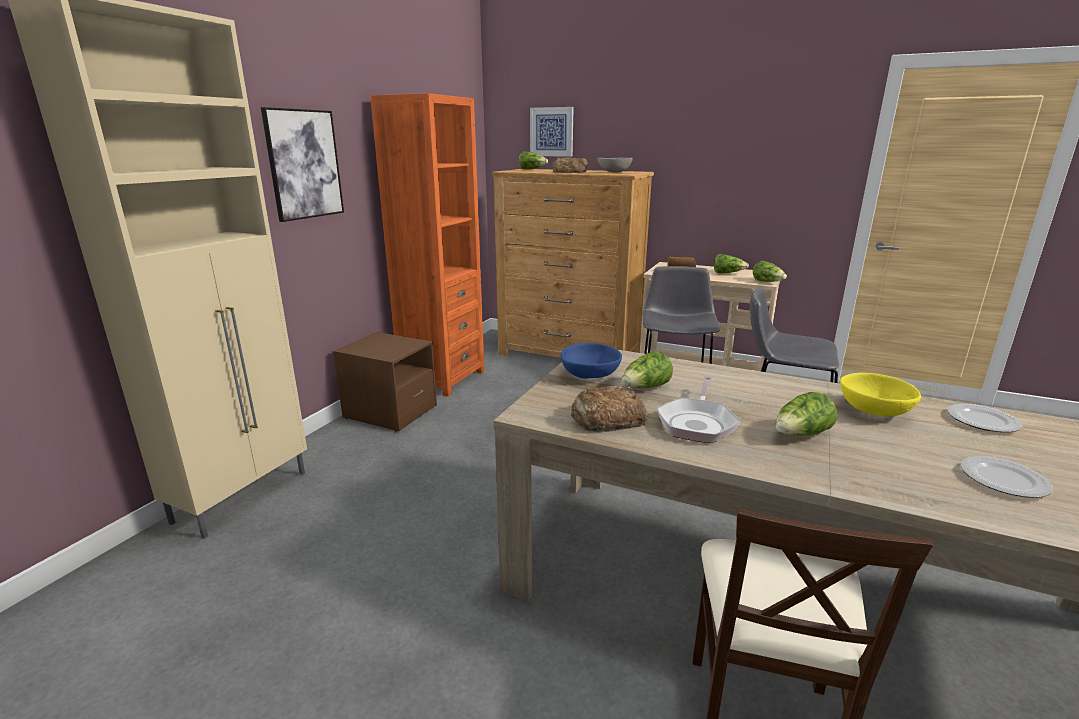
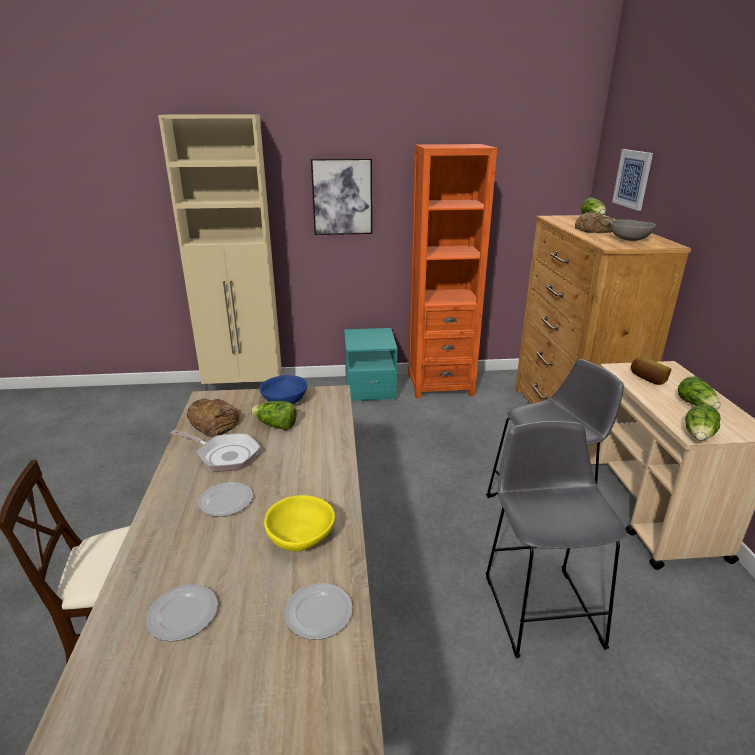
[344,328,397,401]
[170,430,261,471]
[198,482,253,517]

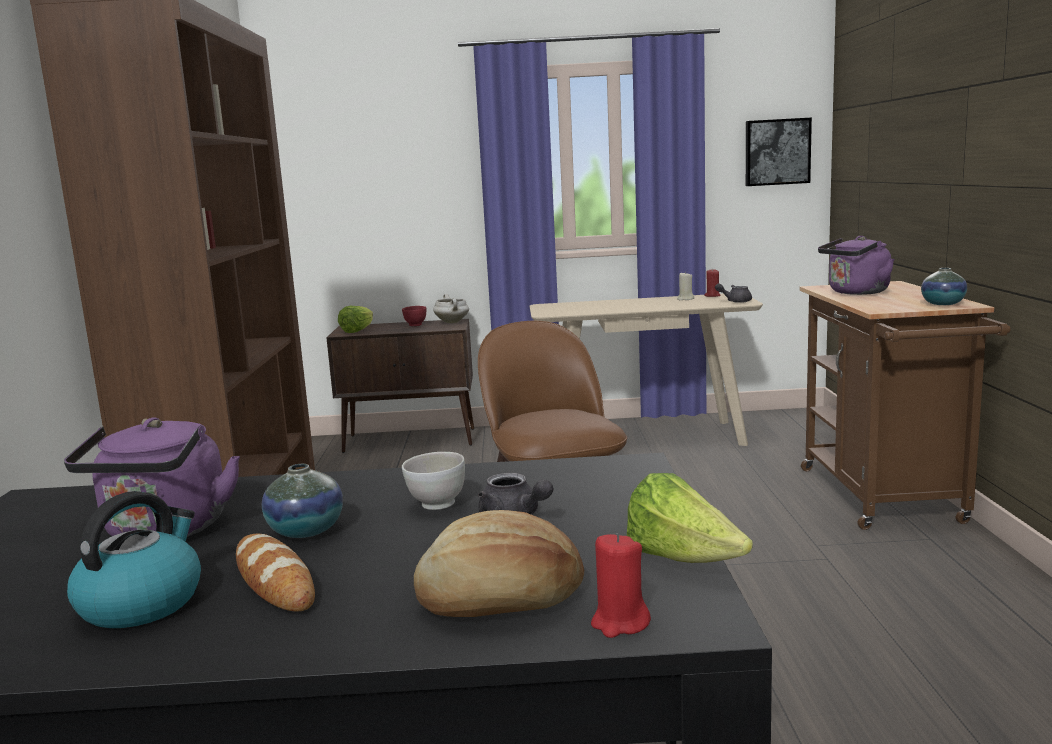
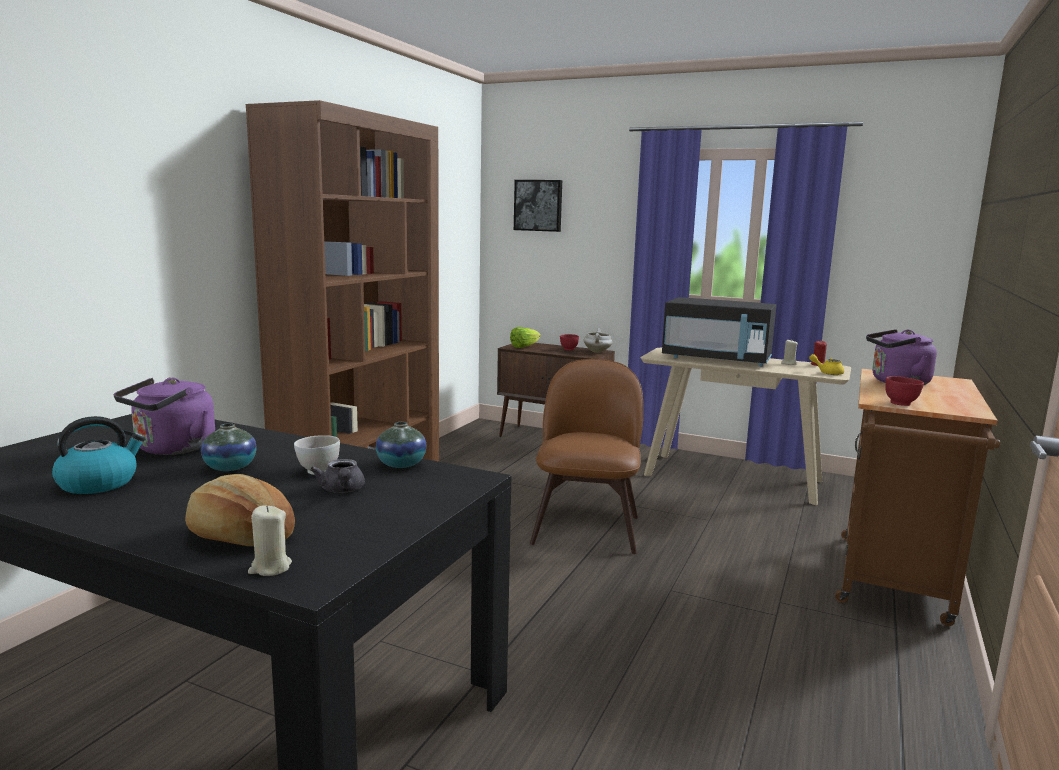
[514,180,562,232]
[376,422,426,468]
[809,354,844,375]
[627,473,753,563] (first image)
[248,505,292,576]
[236,534,315,612] (first image)
[662,297,776,367]
[885,376,924,406]

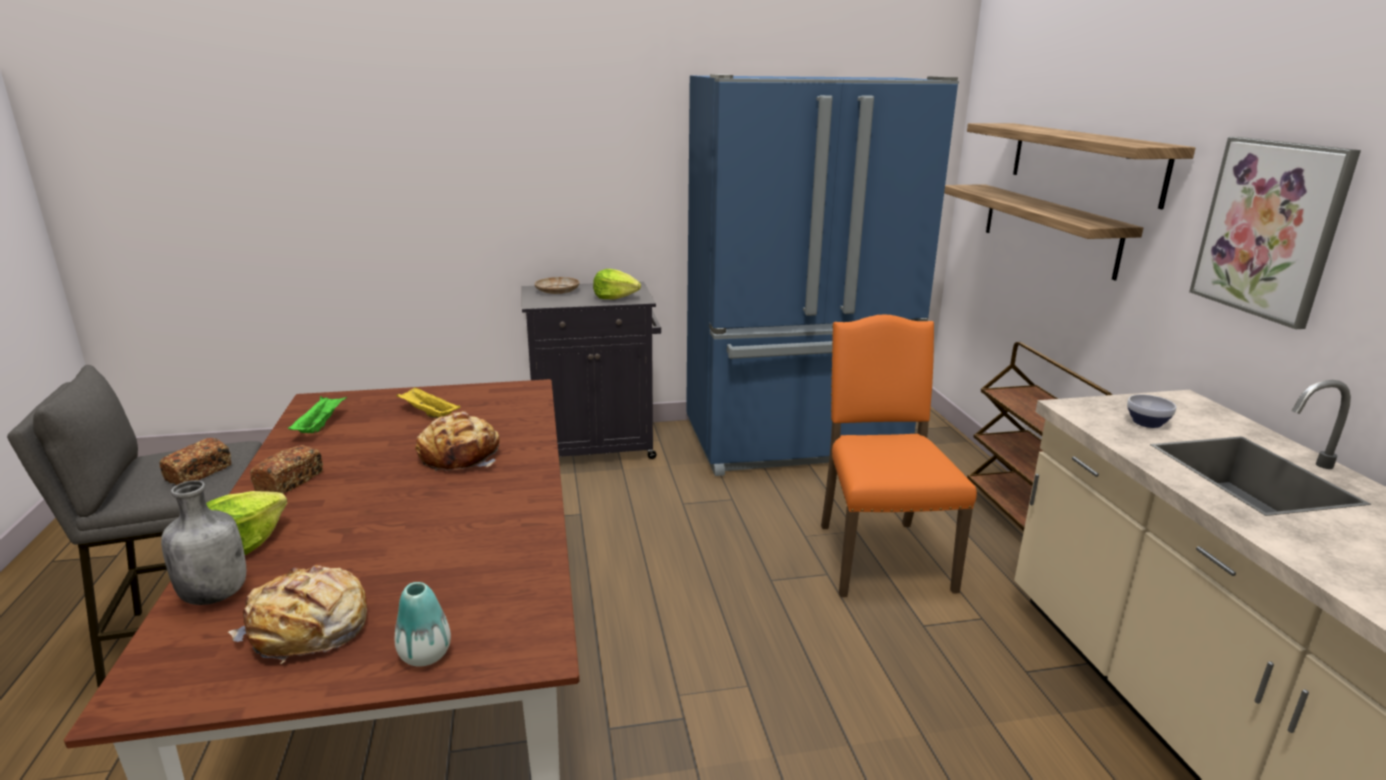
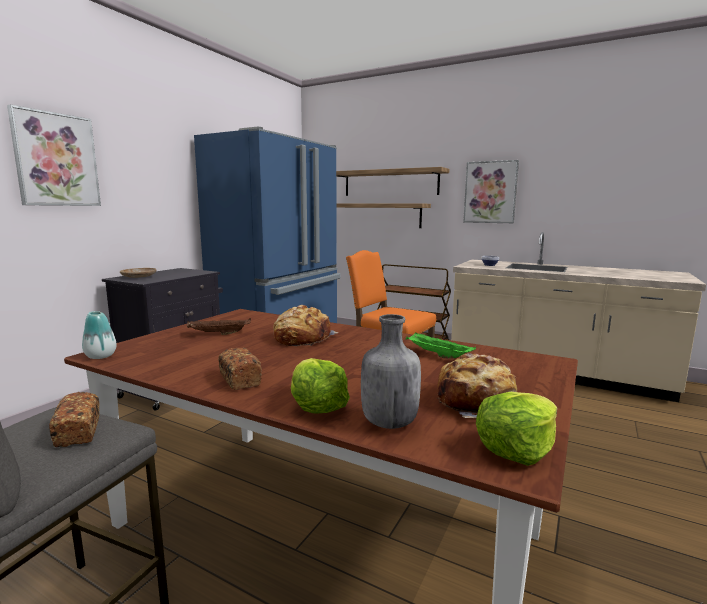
[476,392,557,466]
[187,318,251,335]
[406,333,476,359]
[82,311,116,359]
[7,104,101,206]

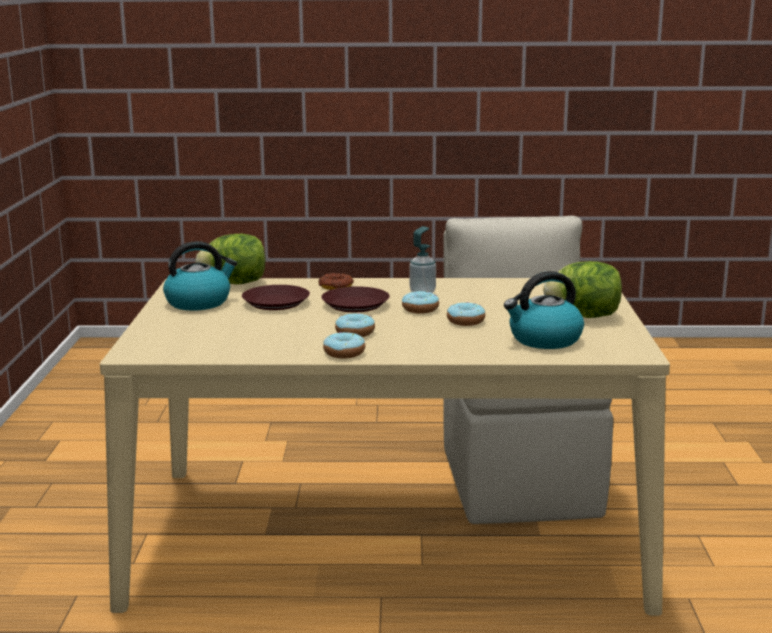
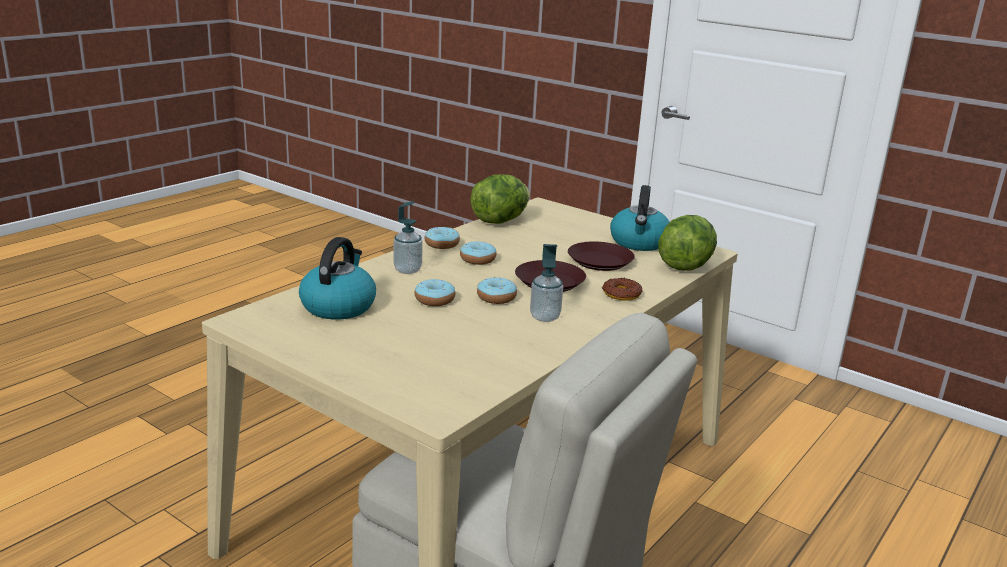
[470,175,530,224]
[393,201,423,274]

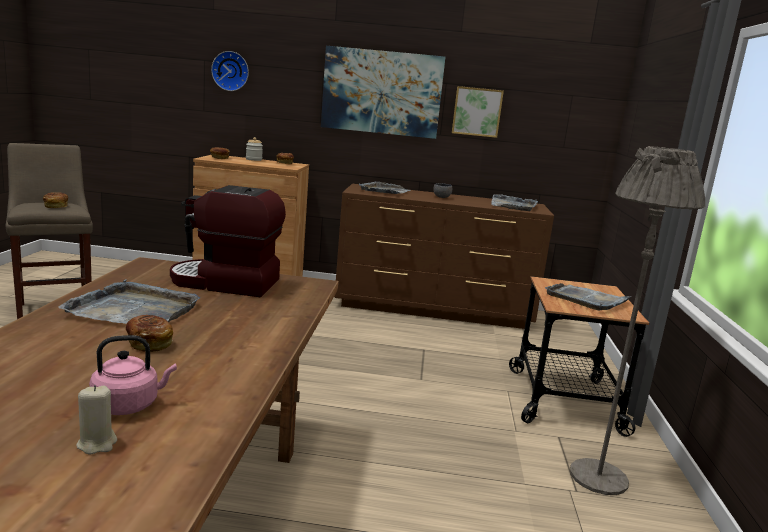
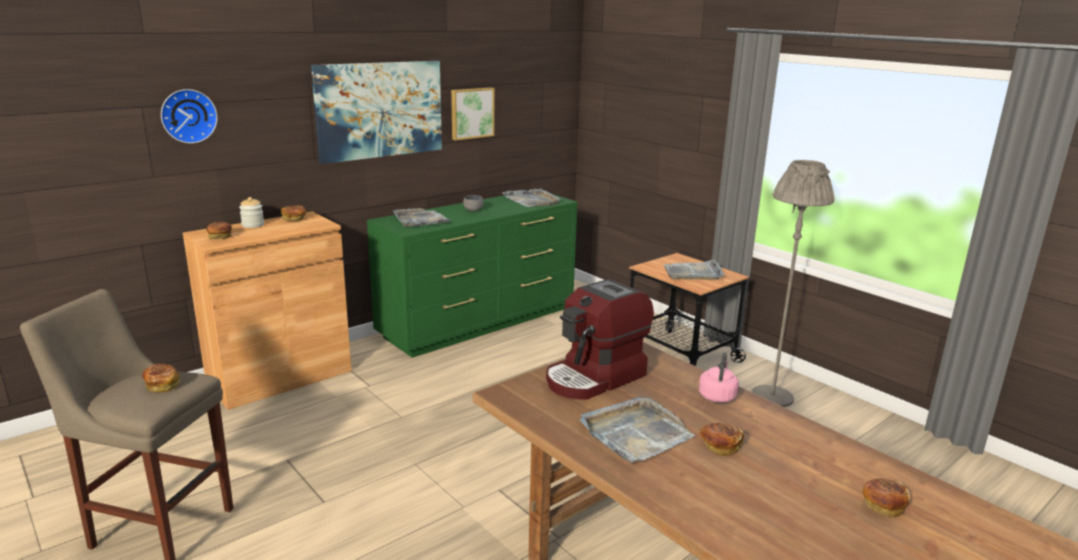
[367,194,578,358]
[699,352,739,403]
[862,478,911,518]

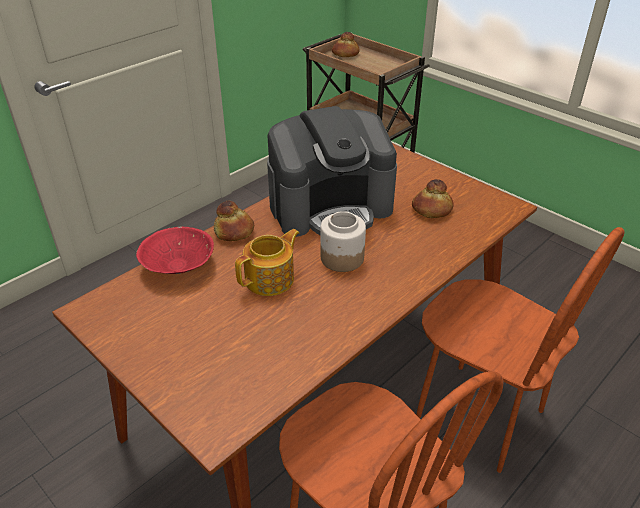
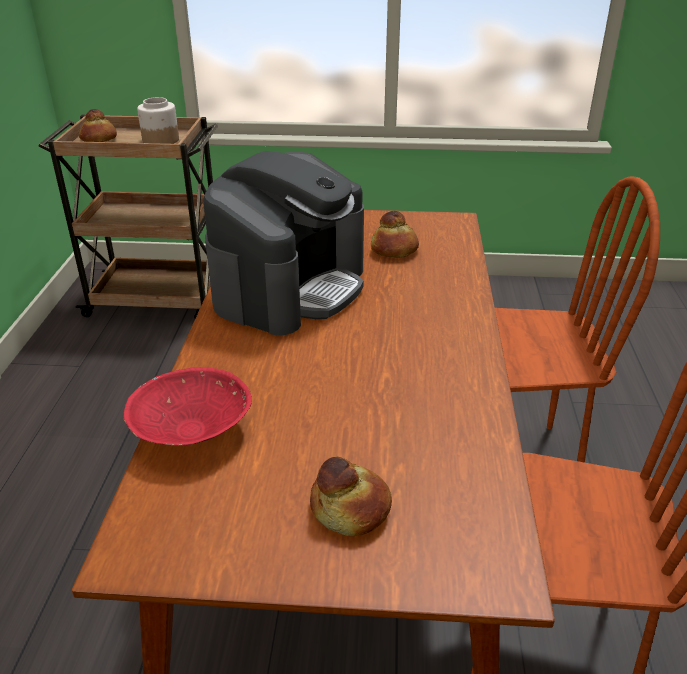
[310,457,392,536]
[137,97,179,144]
[235,229,299,296] (first image)

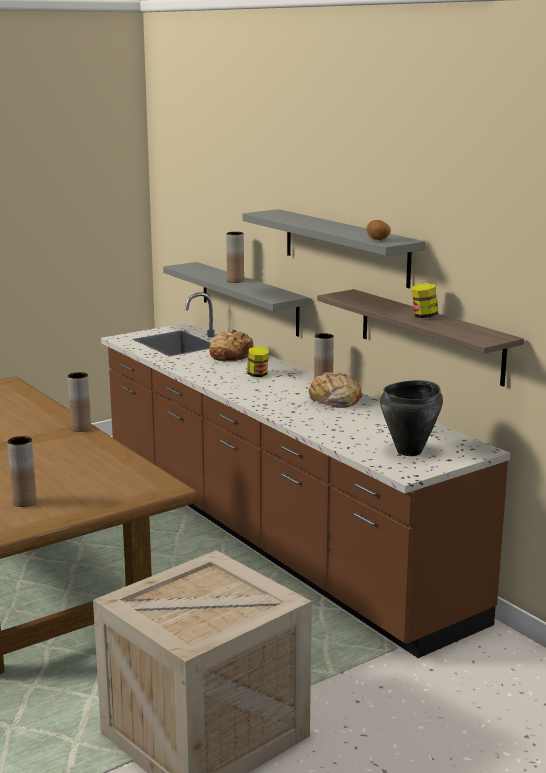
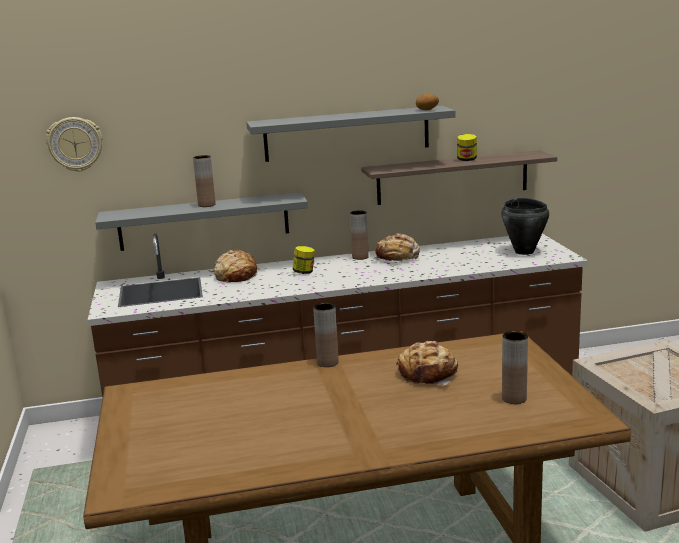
[46,117,103,172]
[396,341,458,386]

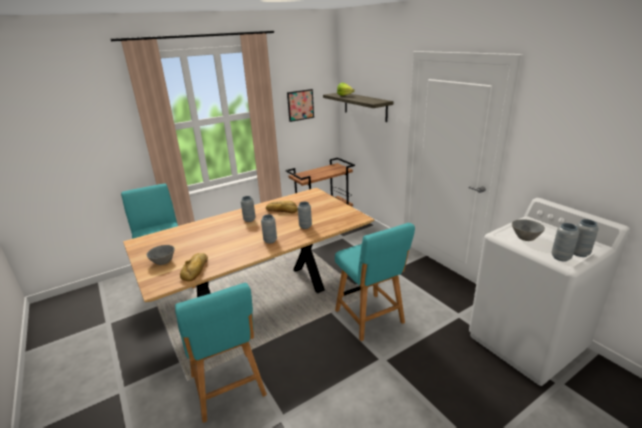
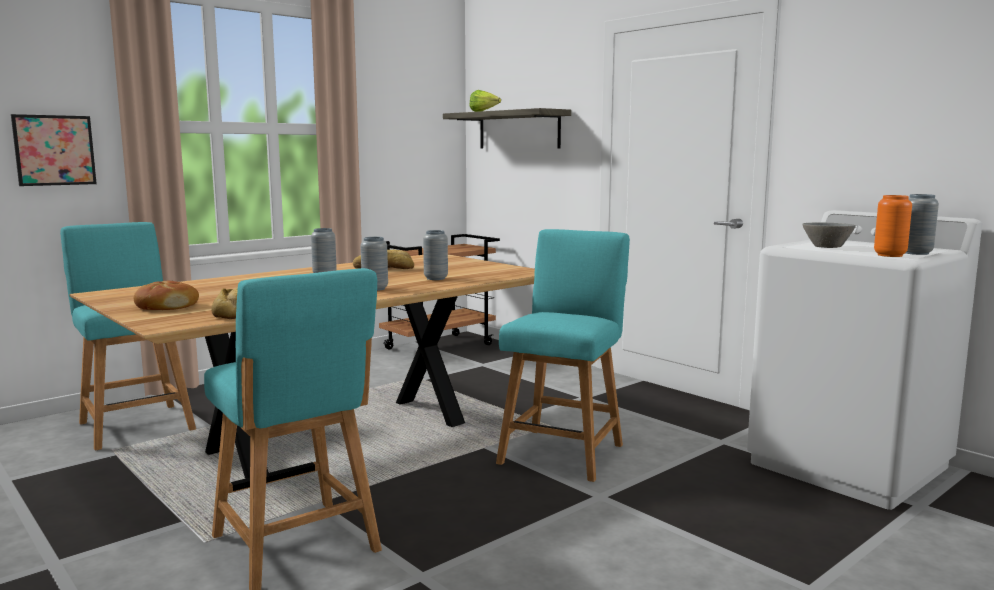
[11,114,97,186]
[496,229,630,482]
[874,195,912,257]
[134,281,199,310]

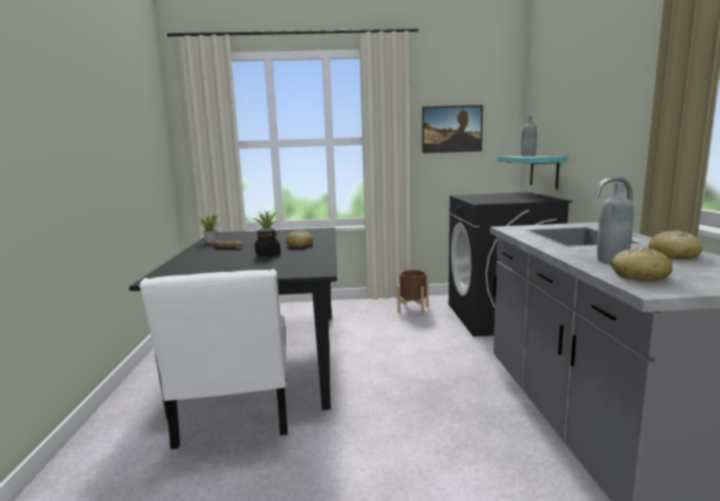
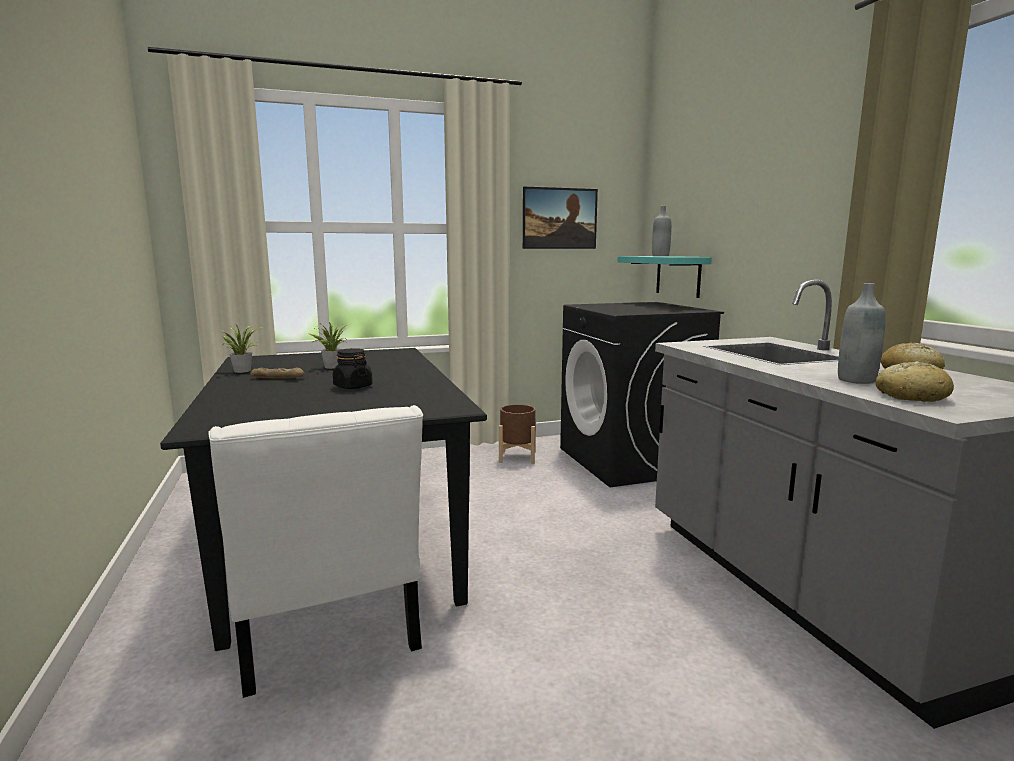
[286,230,313,247] (first image)

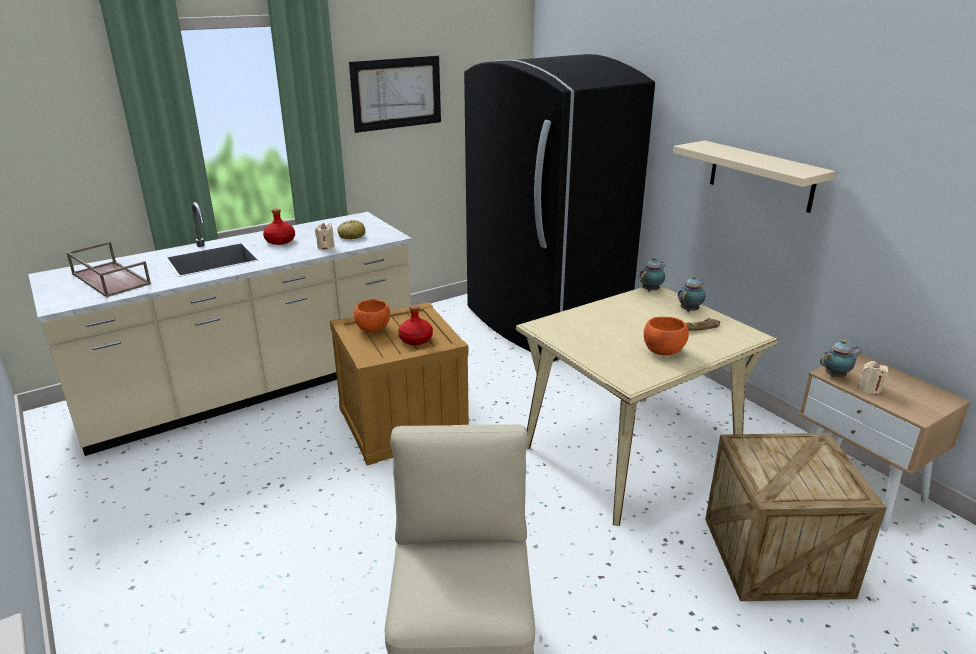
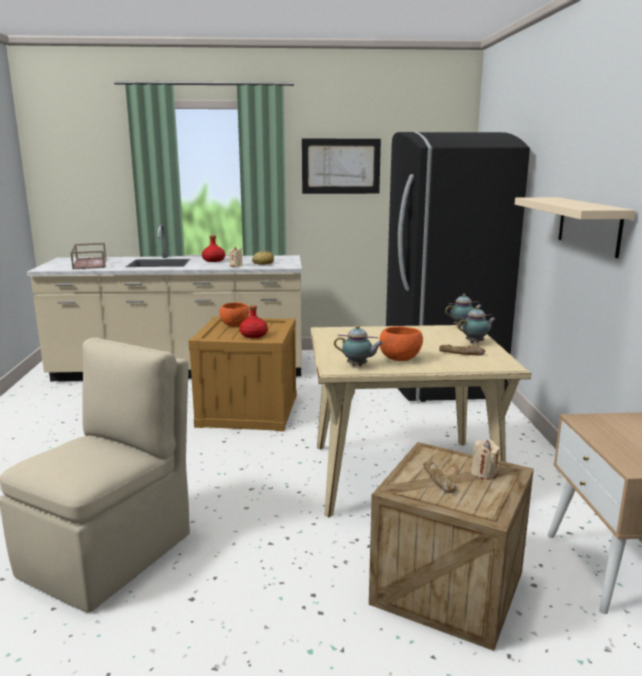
[334,325,384,366]
[471,440,500,479]
[423,460,456,493]

